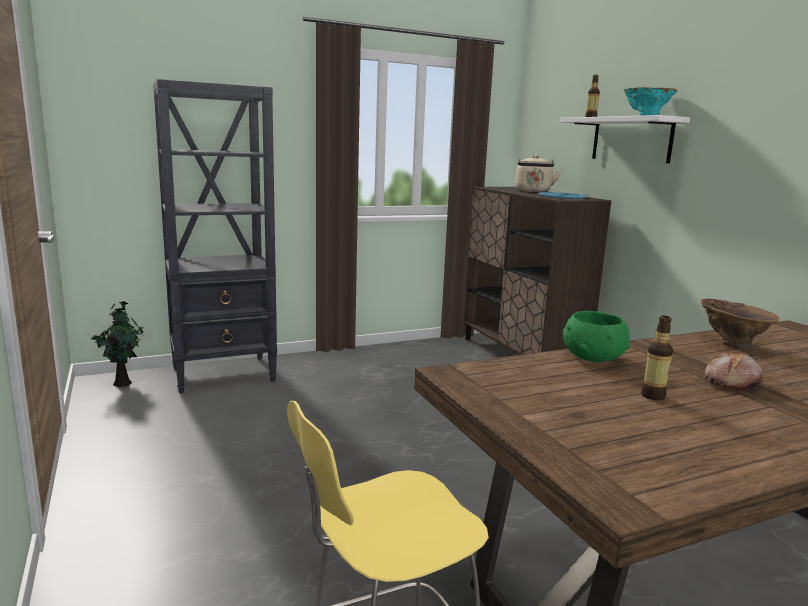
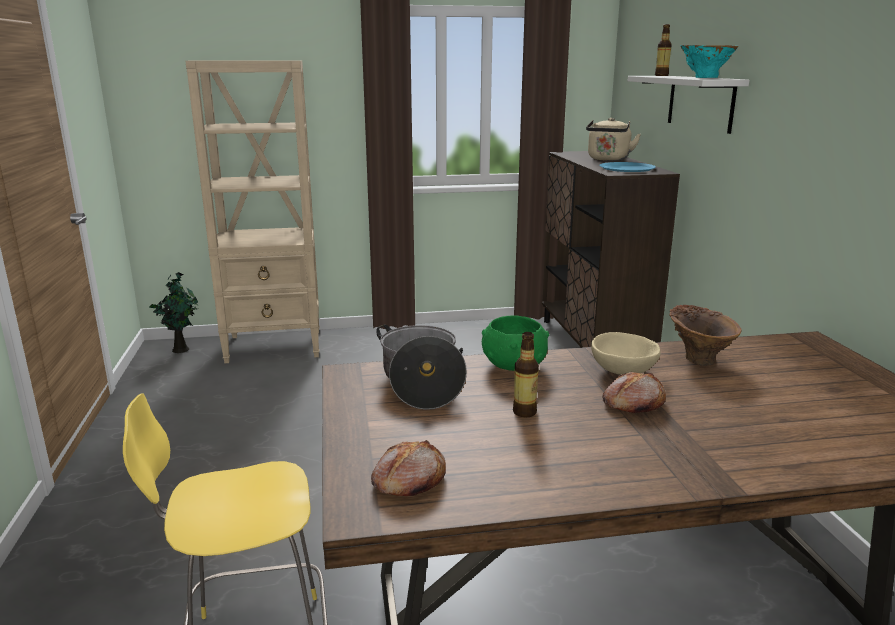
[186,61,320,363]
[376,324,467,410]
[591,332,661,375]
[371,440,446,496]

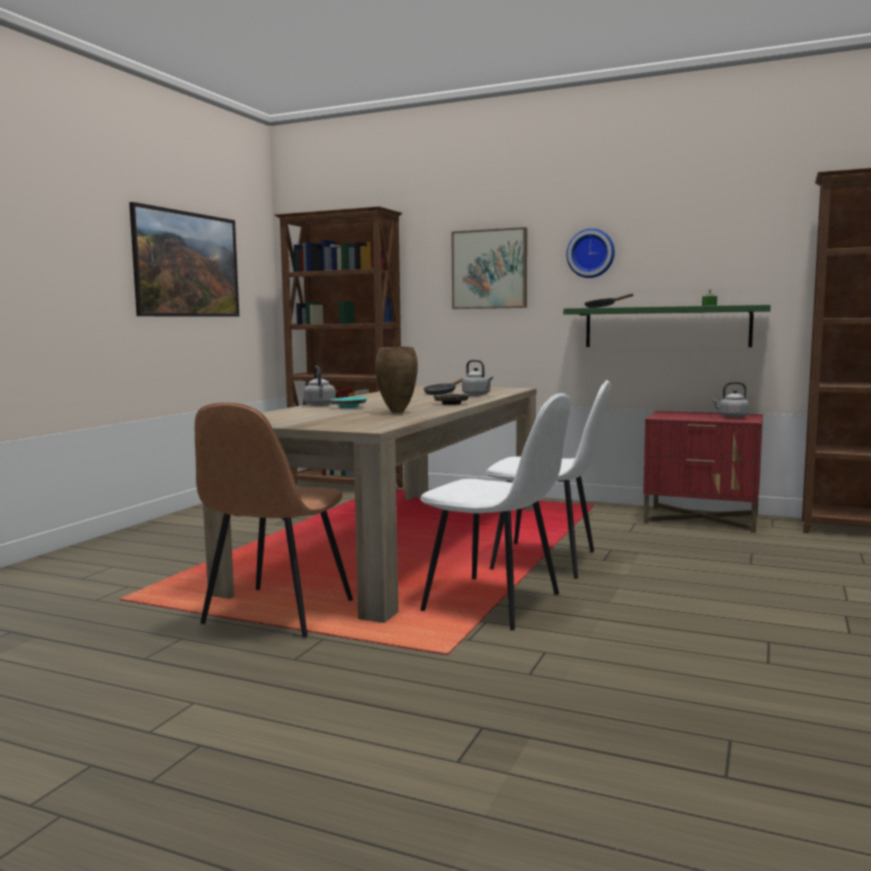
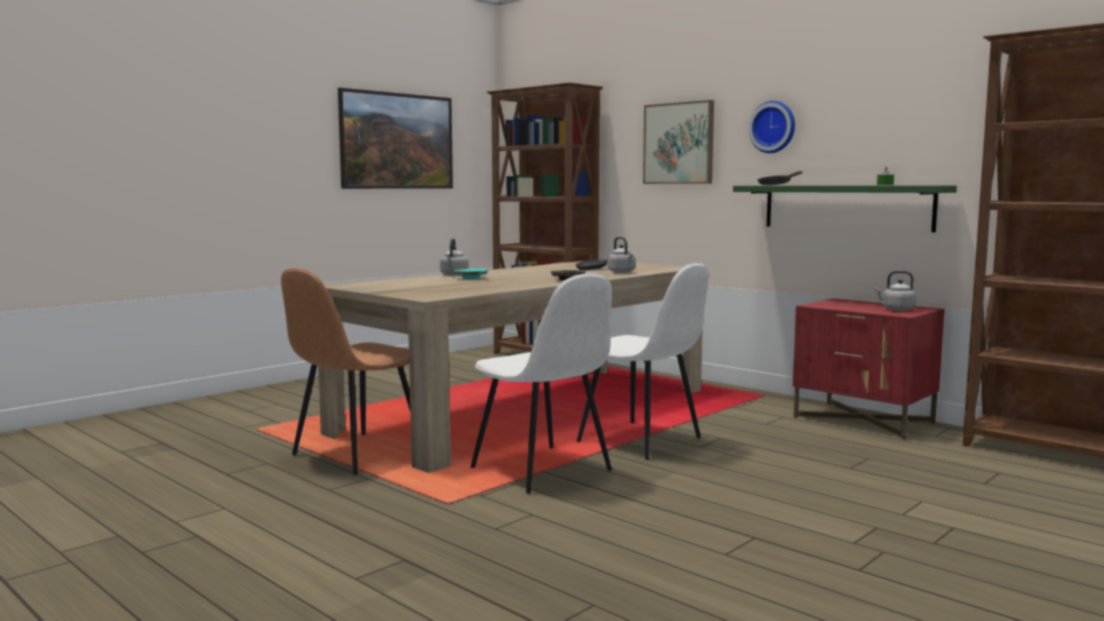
[375,347,418,413] (first image)

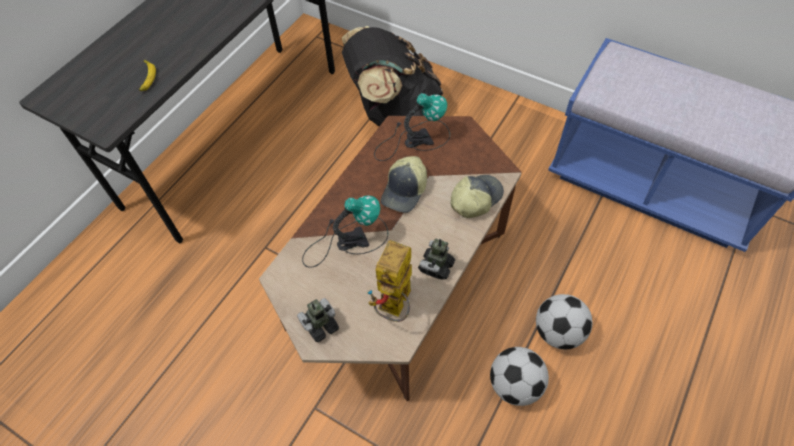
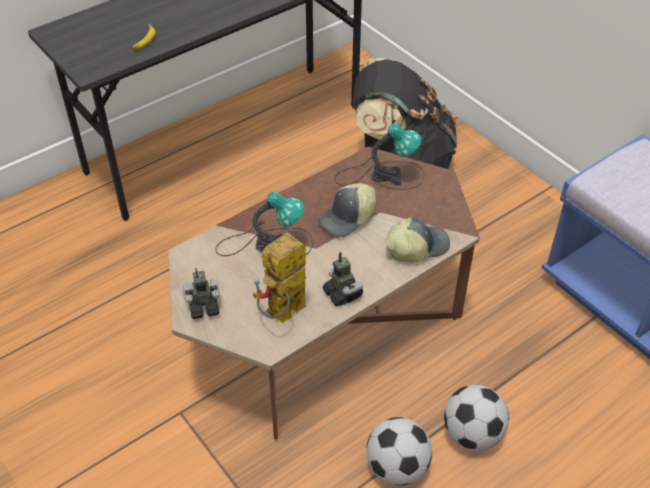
[322,252,364,306]

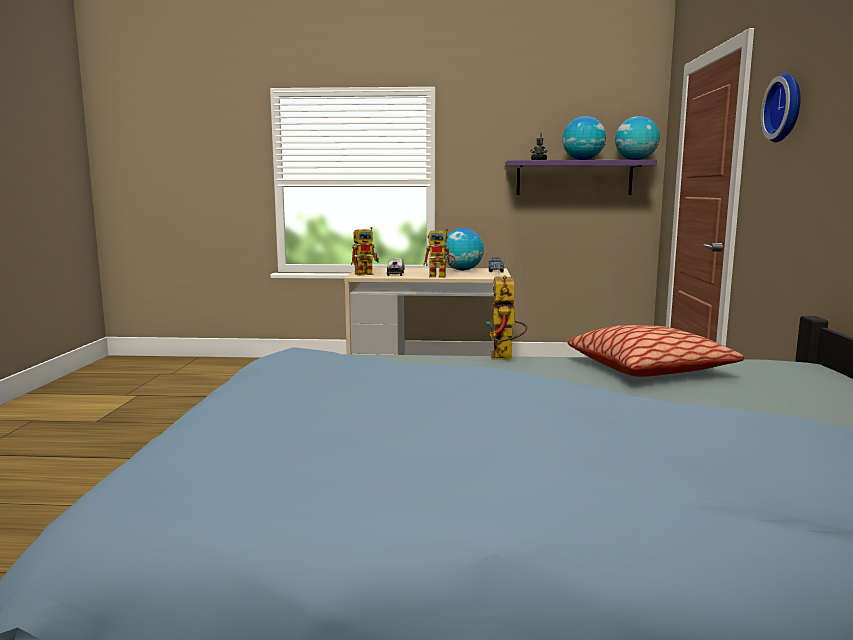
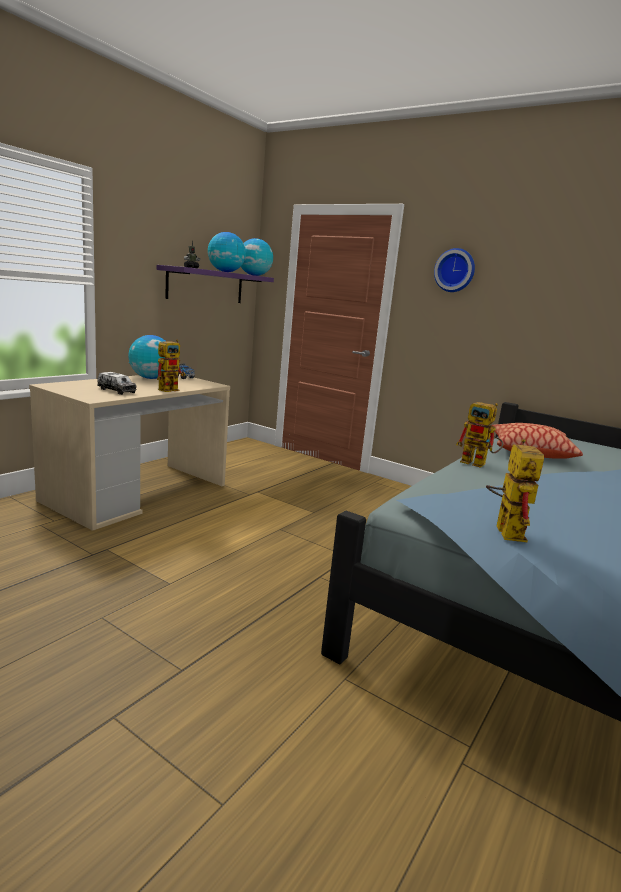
[486,439,544,542]

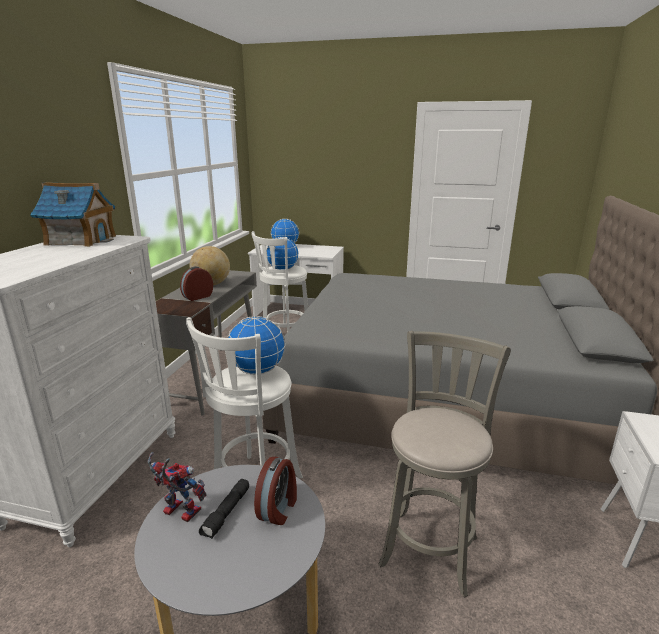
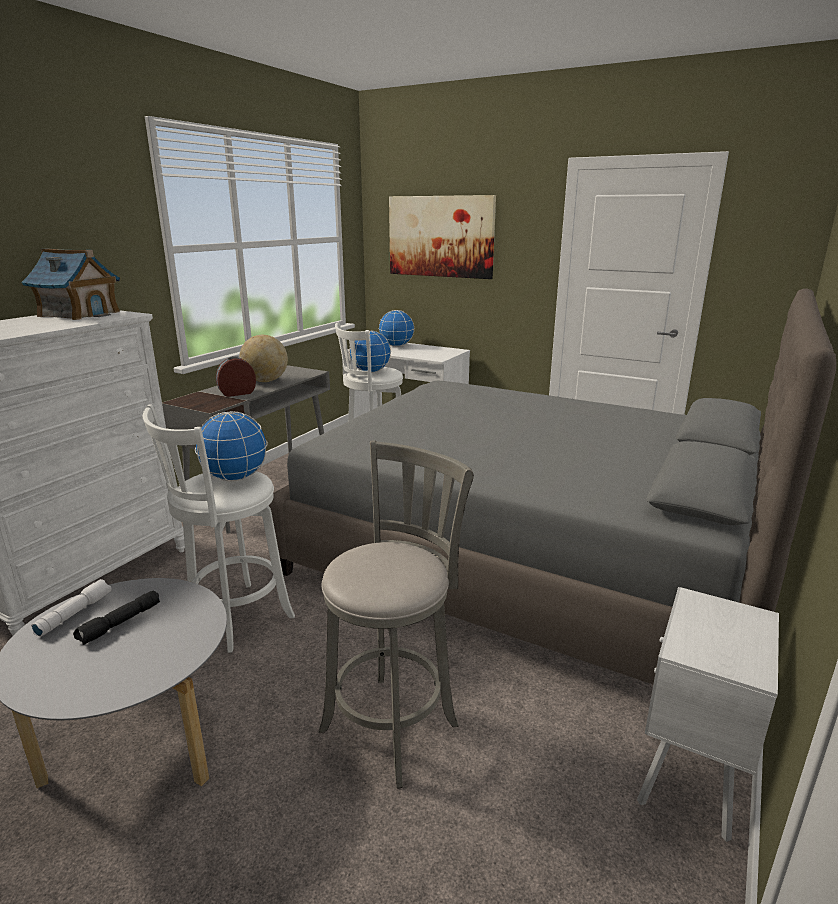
[31,579,112,637]
[254,457,297,525] (first image)
[389,195,496,279]

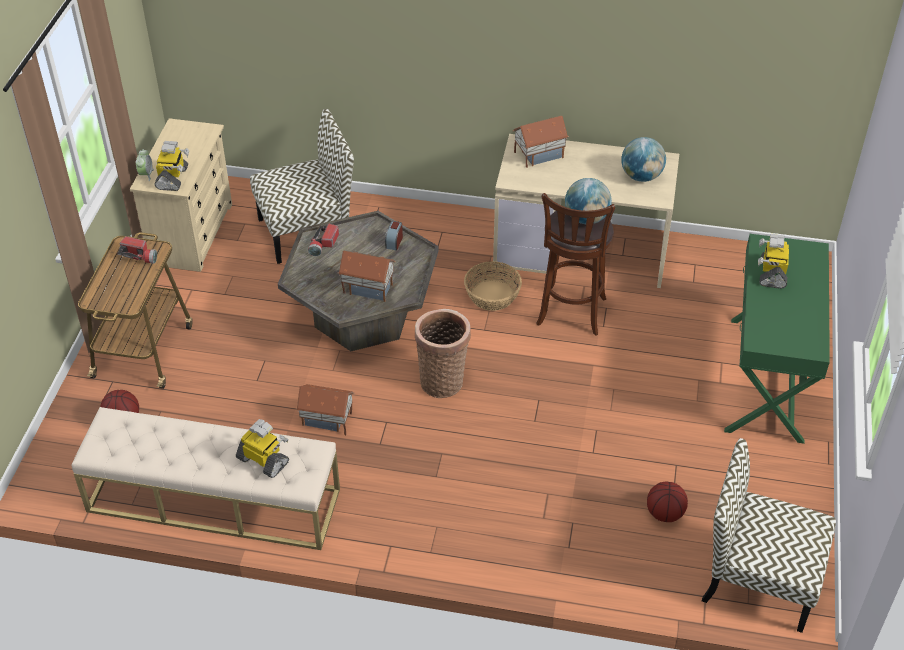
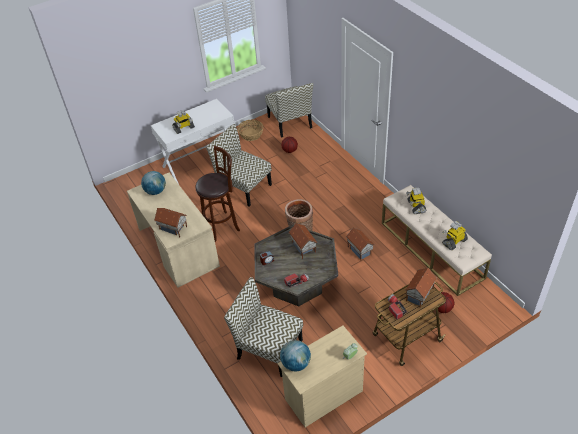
[442,221,468,250]
[280,340,311,371]
[151,99,235,184]
[237,120,263,141]
[206,124,272,207]
[405,268,437,307]

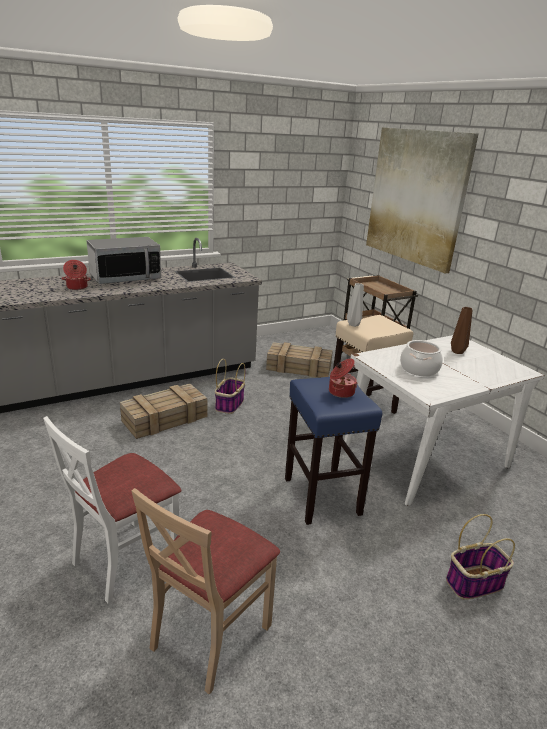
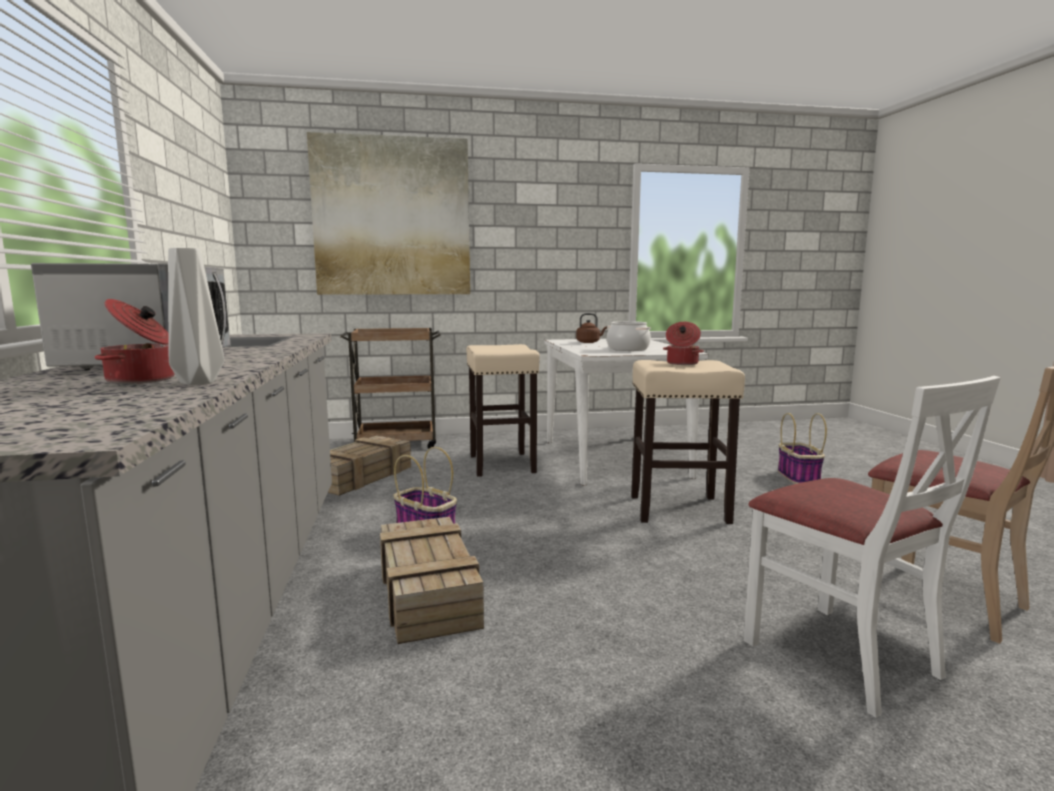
[168,248,224,385]
[576,313,607,343]
[631,360,745,524]

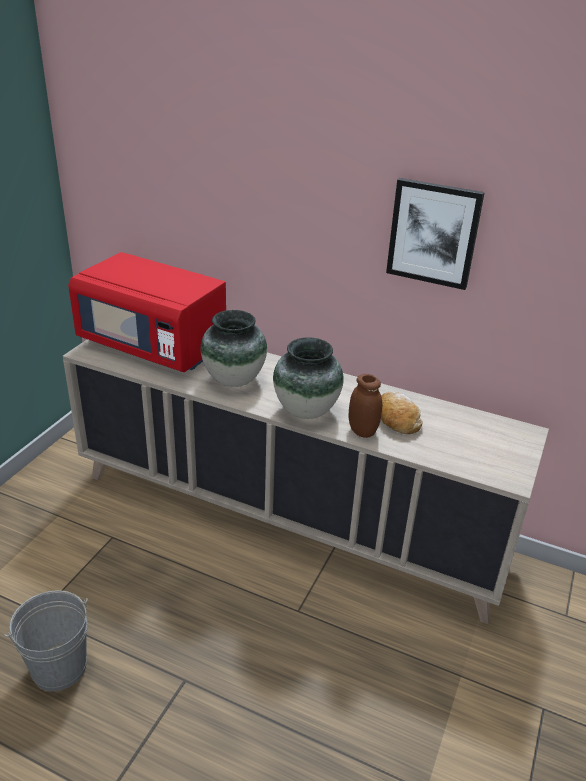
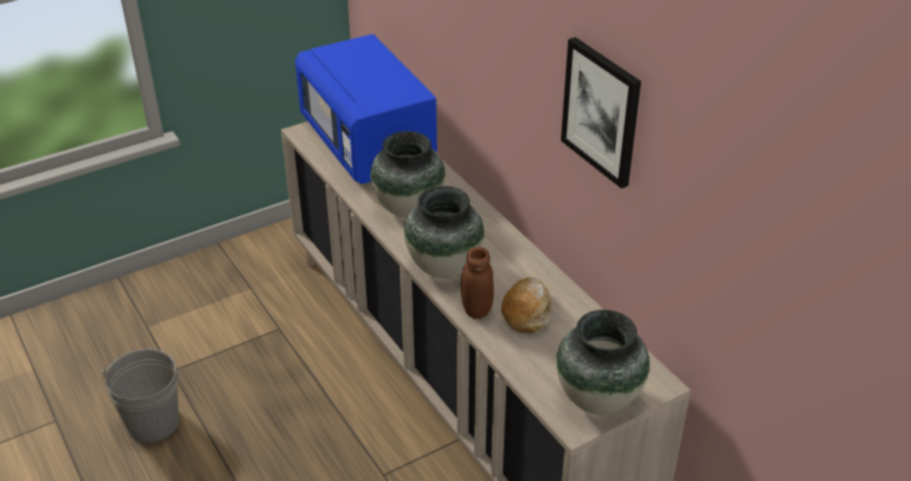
[295,34,437,184]
[556,310,650,415]

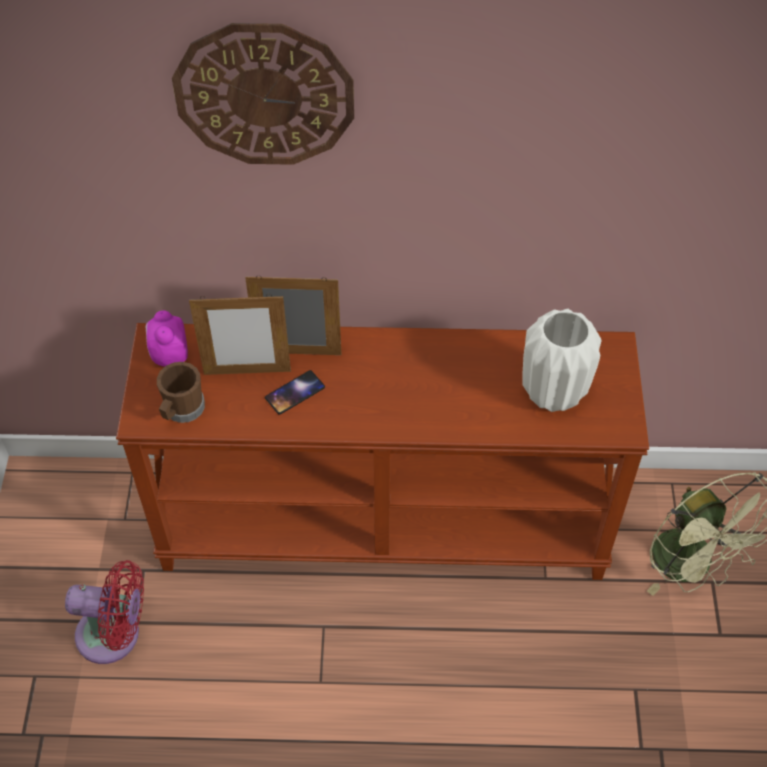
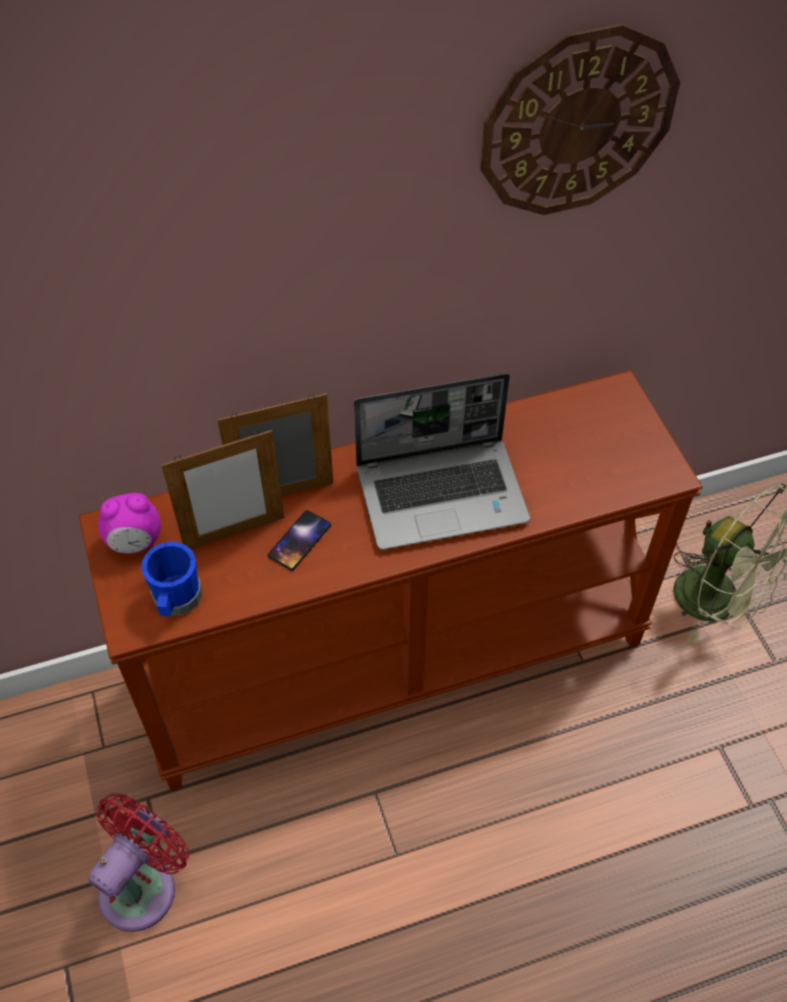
[480,24,680,215]
[522,309,602,412] (first image)
[98,493,161,554]
[141,542,202,617]
[88,793,189,932]
[354,373,530,550]

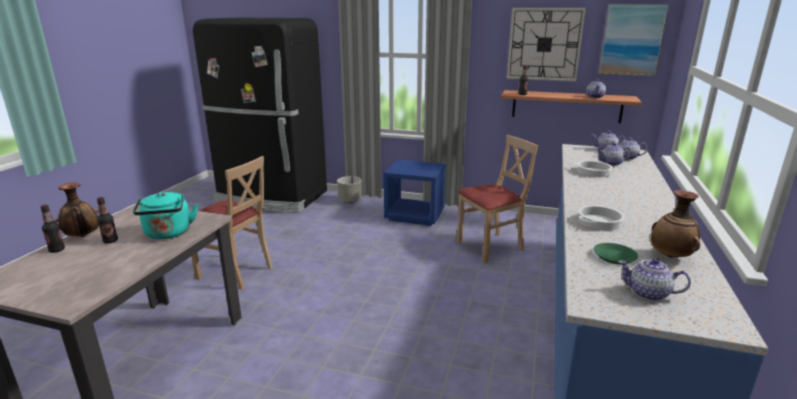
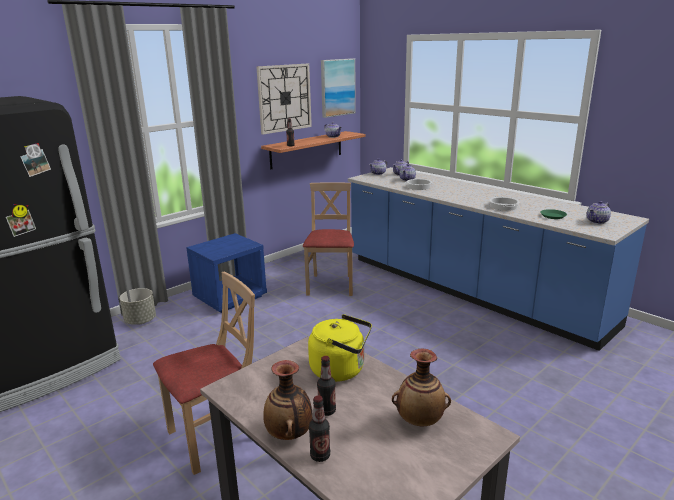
[392,349,451,427]
[308,314,372,382]

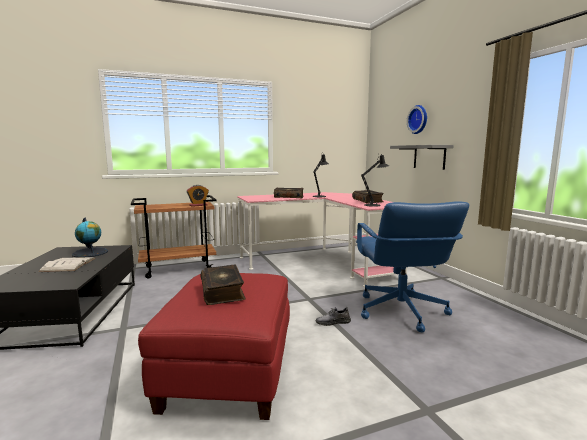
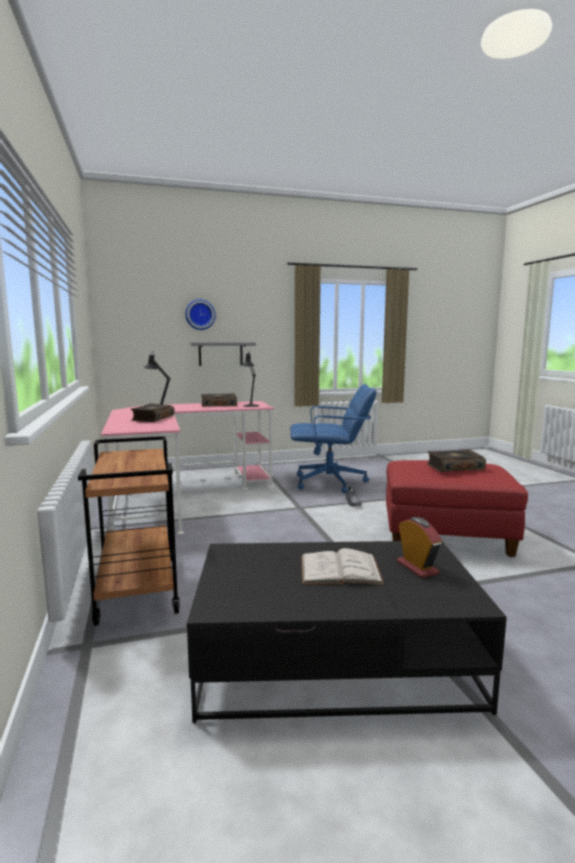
[397,517,442,578]
[72,218,108,258] (first image)

